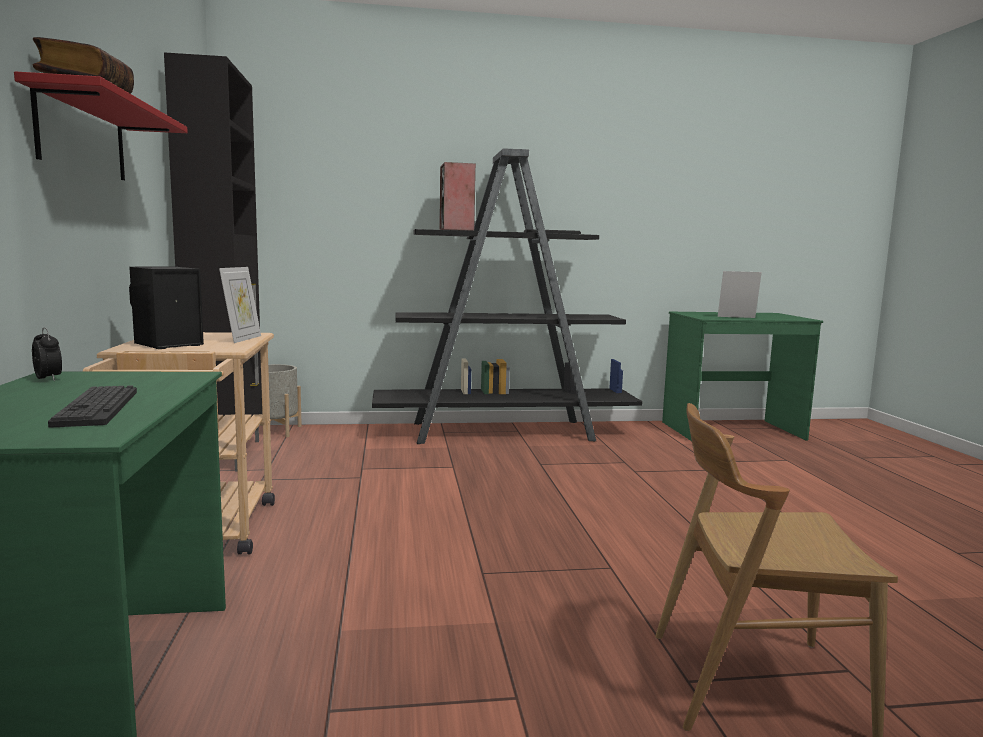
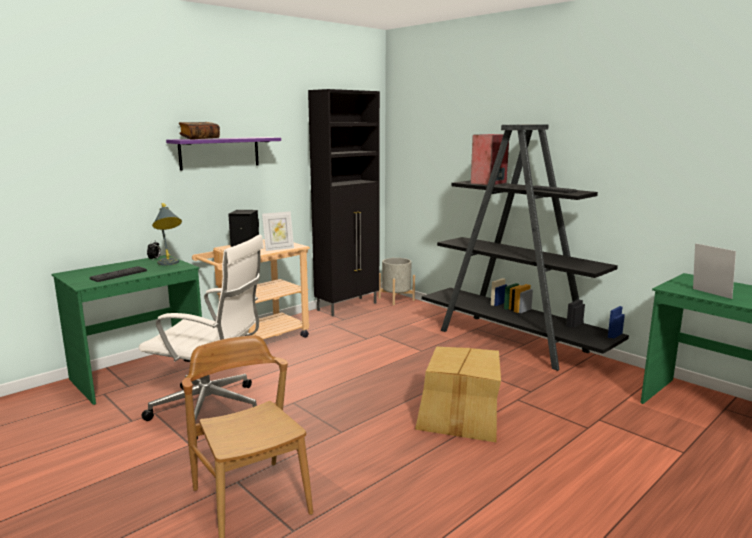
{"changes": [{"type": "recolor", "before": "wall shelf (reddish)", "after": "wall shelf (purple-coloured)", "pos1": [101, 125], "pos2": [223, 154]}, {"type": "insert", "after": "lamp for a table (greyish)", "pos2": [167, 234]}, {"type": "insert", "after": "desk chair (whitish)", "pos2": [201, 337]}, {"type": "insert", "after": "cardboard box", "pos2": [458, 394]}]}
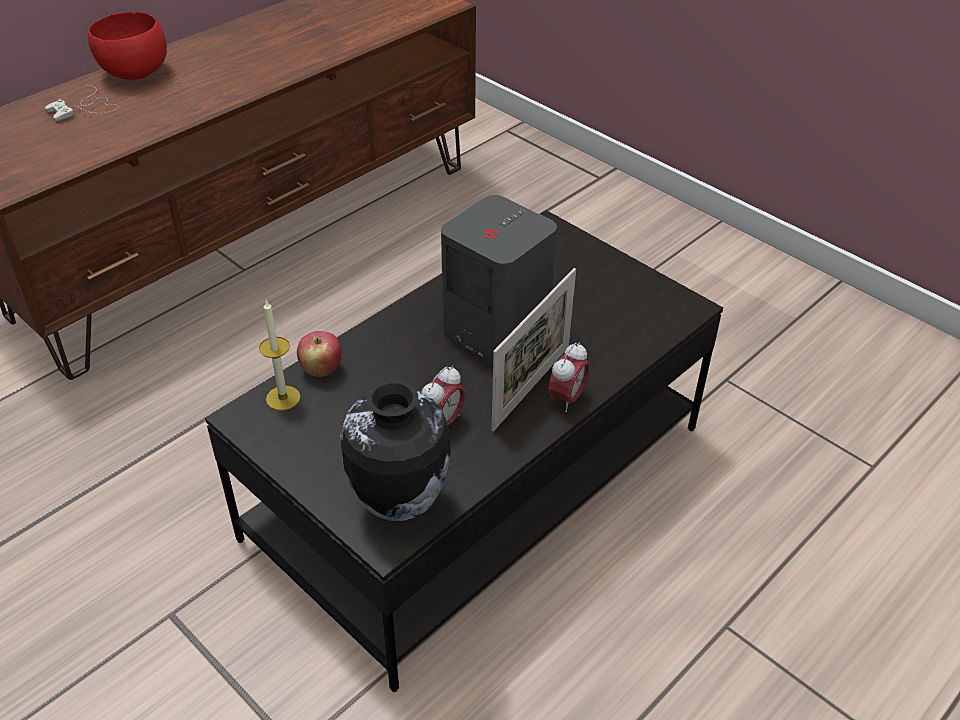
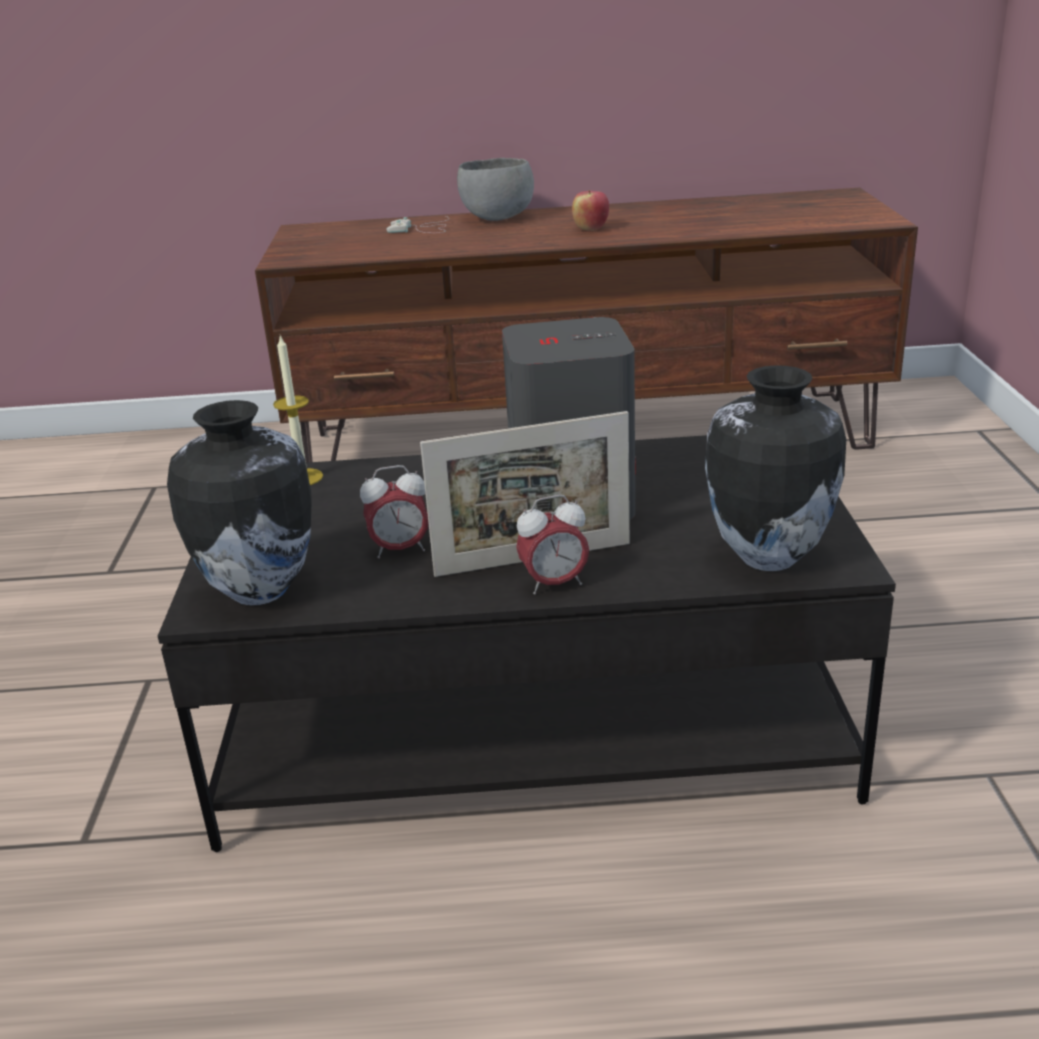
{"changes": [{"type": "recolor", "before": "bowl (reddish)", "after": "bowl (greyish)", "pos1": [127, 46], "pos2": [495, 189]}, {"type": "move", "before": "whole apple", "pos1": [319, 354], "pos2": [590, 210]}, {"type": "insert", "after": "flower vase", "pos2": [775, 468]}]}
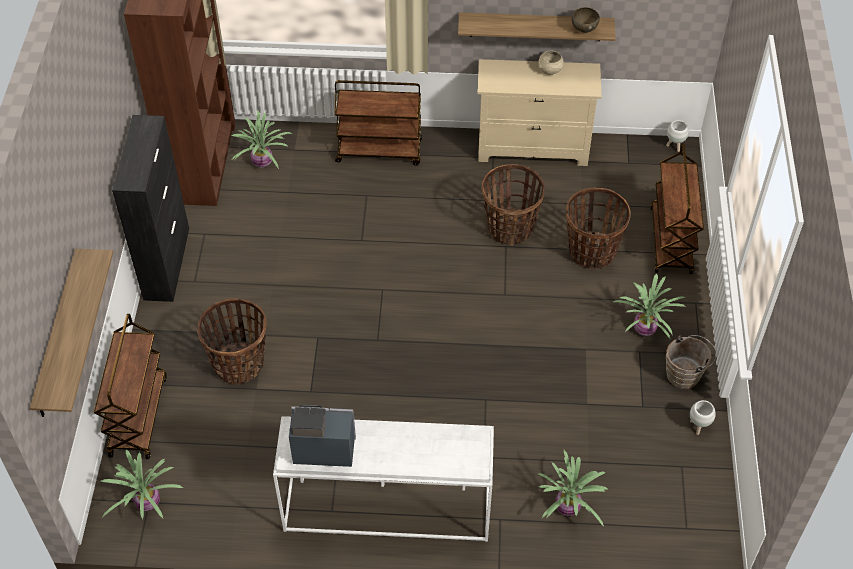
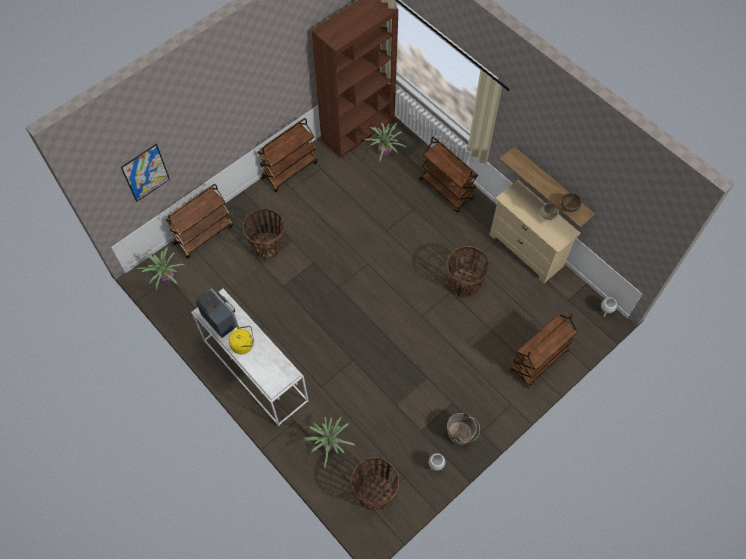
{"changes": [{"type": "replace", "before": "cupboard (blackish)", "after": "wheeled cart (brownish)", "pos1": [150, 208], "pos2": [288, 155]}, {"type": "move", "before": "basket", "pos1": [598, 228], "pos2": [375, 484]}, {"type": "replace", "before": "wall shelf", "after": "wall picture", "pos1": [71, 333], "pos2": [145, 173]}, {"type": "delete", "before": "plant in a pot", "pos1": [649, 307]}, {"type": "insert", "after": "kettle (yellow-coloured)", "pos2": [241, 339]}]}
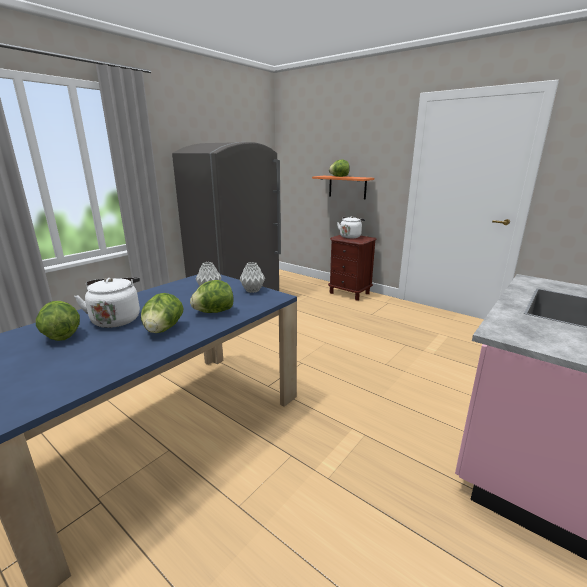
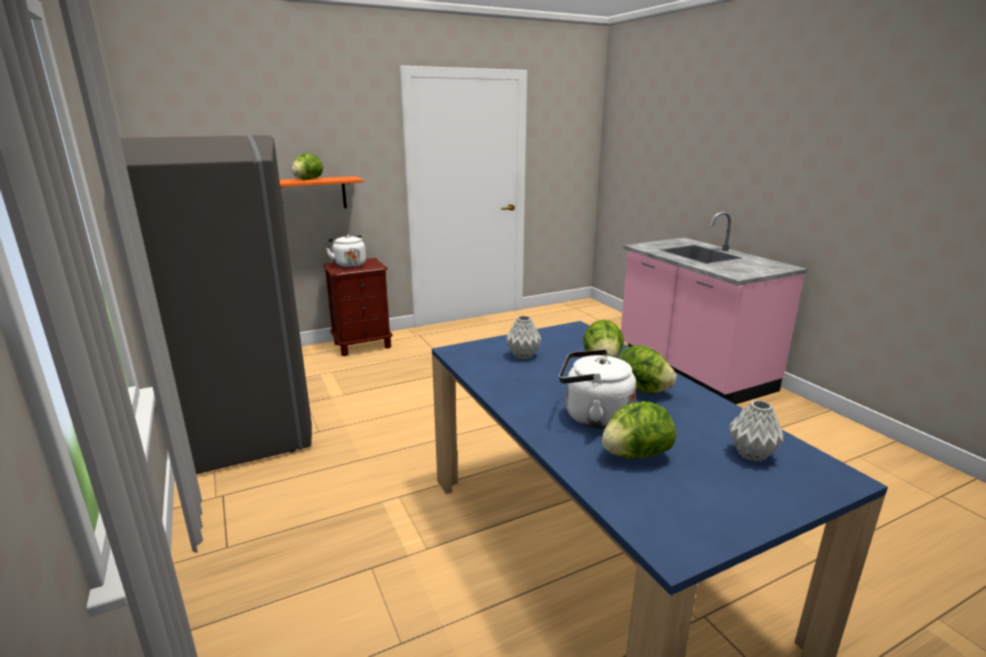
{"changes": [{"type": "move", "before": "flower vase (greyish)", "pos1": [252, 277], "pos2": [756, 431]}]}
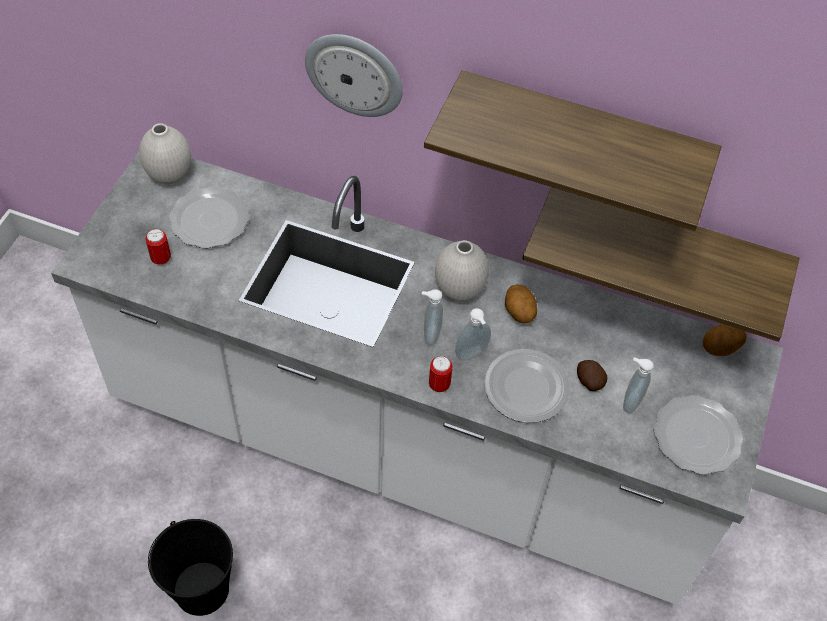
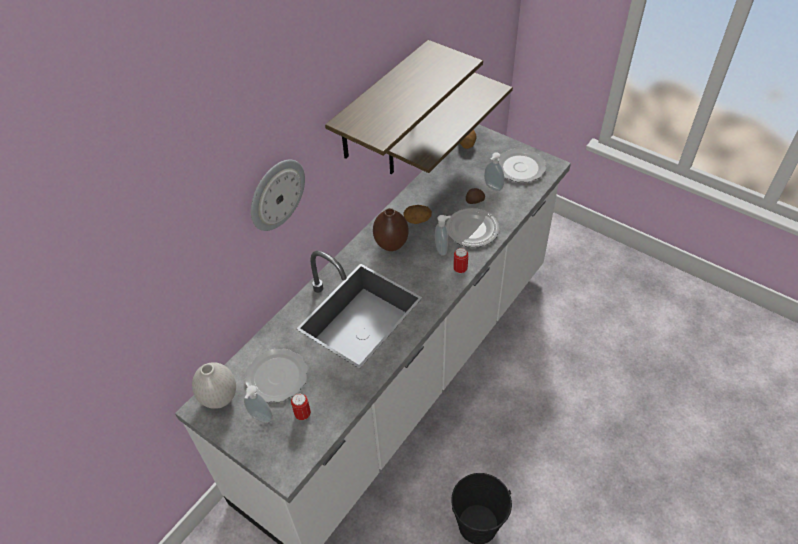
{"changes": [{"type": "recolor", "before": "flower vase (whitish)", "after": "flower vase (brownish)", "pos1": [462, 270], "pos2": [391, 229]}, {"type": "move", "before": "soap bottle", "pos1": [432, 317], "pos2": [258, 404]}]}
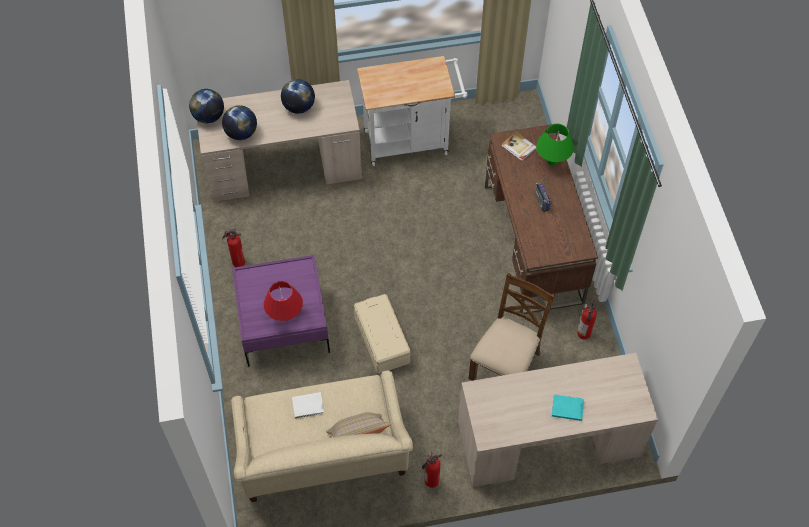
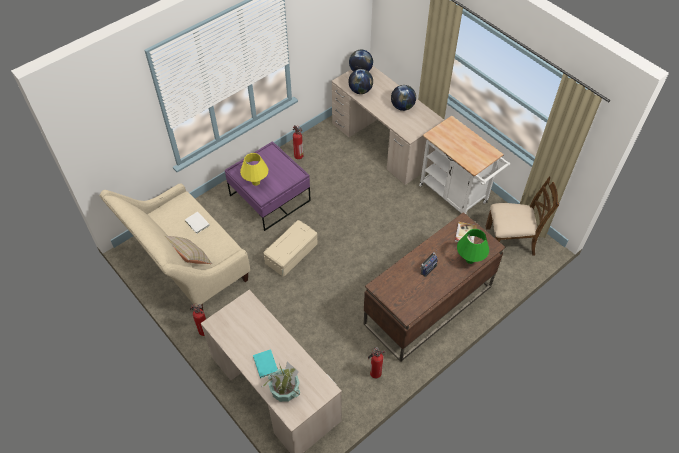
{"changes": [{"type": "move", "before": "upright chair (brownish)", "pos1": [511, 327], "pos2": [522, 215]}, {"type": "recolor", "before": "lamp for a table (reddish)", "after": "lamp for a table (yellow-coloured)", "pos1": [283, 301], "pos2": [254, 169]}, {"type": "insert", "after": "plant in a pot", "pos2": [280, 382]}]}
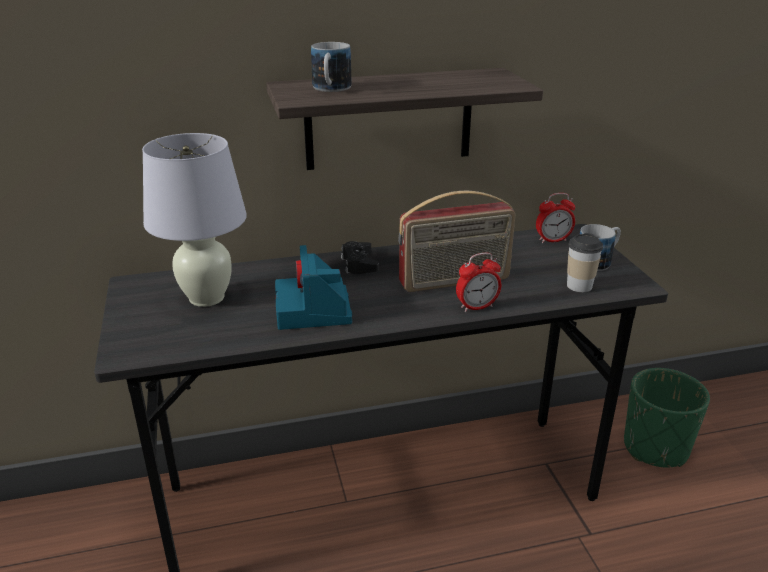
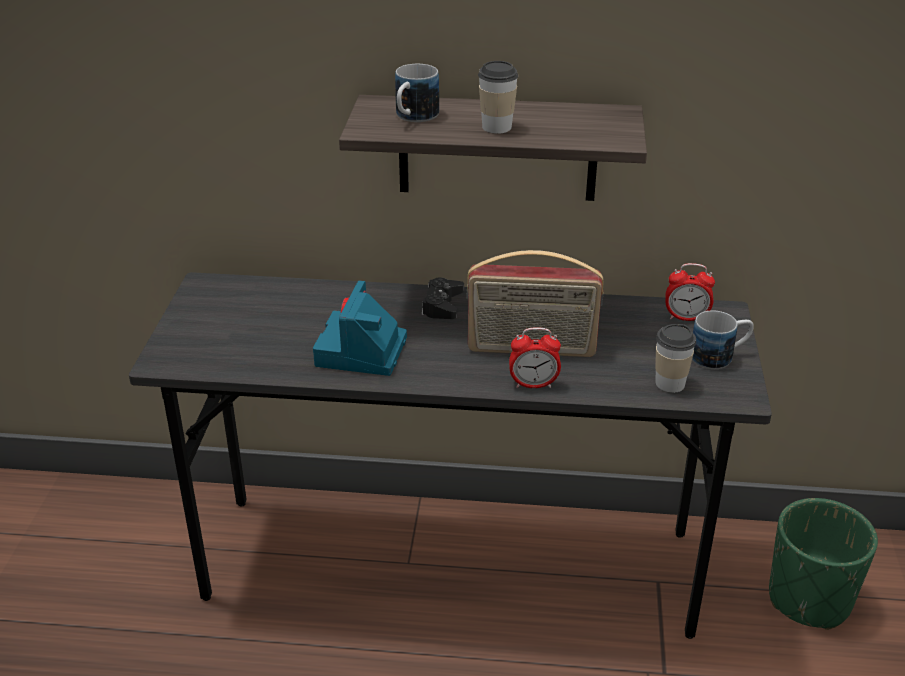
{"changes": [{"type": "delete", "before": "lamp for a table (whitish)", "pos1": [194, 220]}, {"type": "insert", "after": "drinking cup", "pos2": [498, 97]}]}
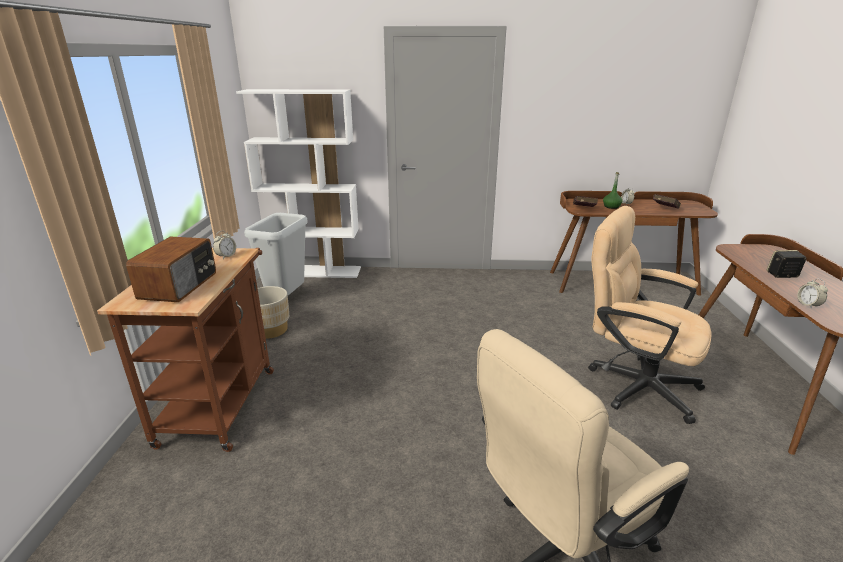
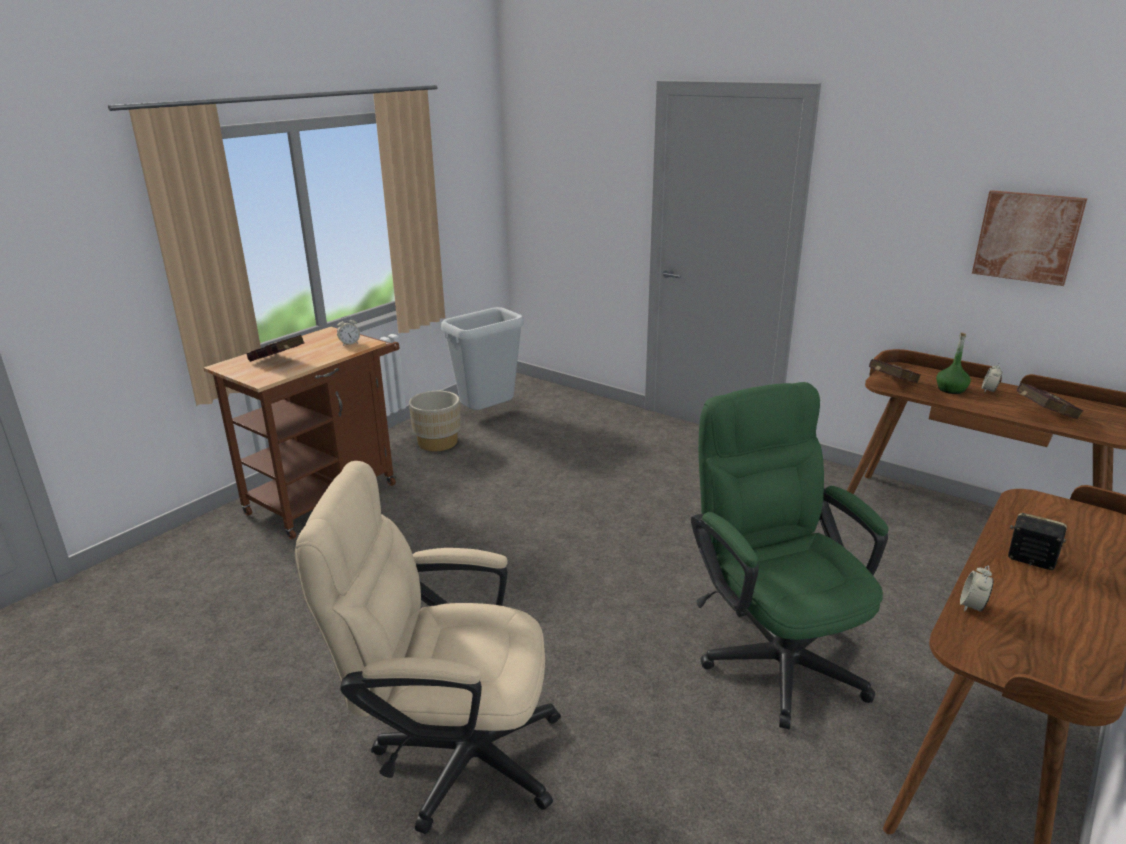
{"changes": [{"type": "delete", "before": "bookshelf (whitish)", "pos1": [298, 183]}, {"type": "recolor", "before": "desk chair (beige-coloured)", "after": "desk chair (green-coloured)", "pos1": [650, 315], "pos2": [790, 555]}, {"type": "replace", "before": "radio", "after": "bound book (reddish)", "pos1": [171, 269], "pos2": [275, 348]}, {"type": "insert", "after": "wall picture", "pos2": [1029, 238]}]}
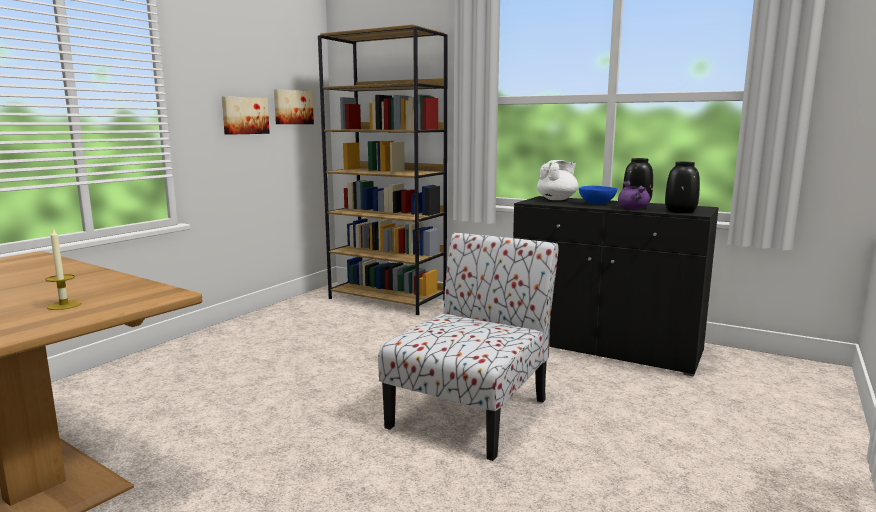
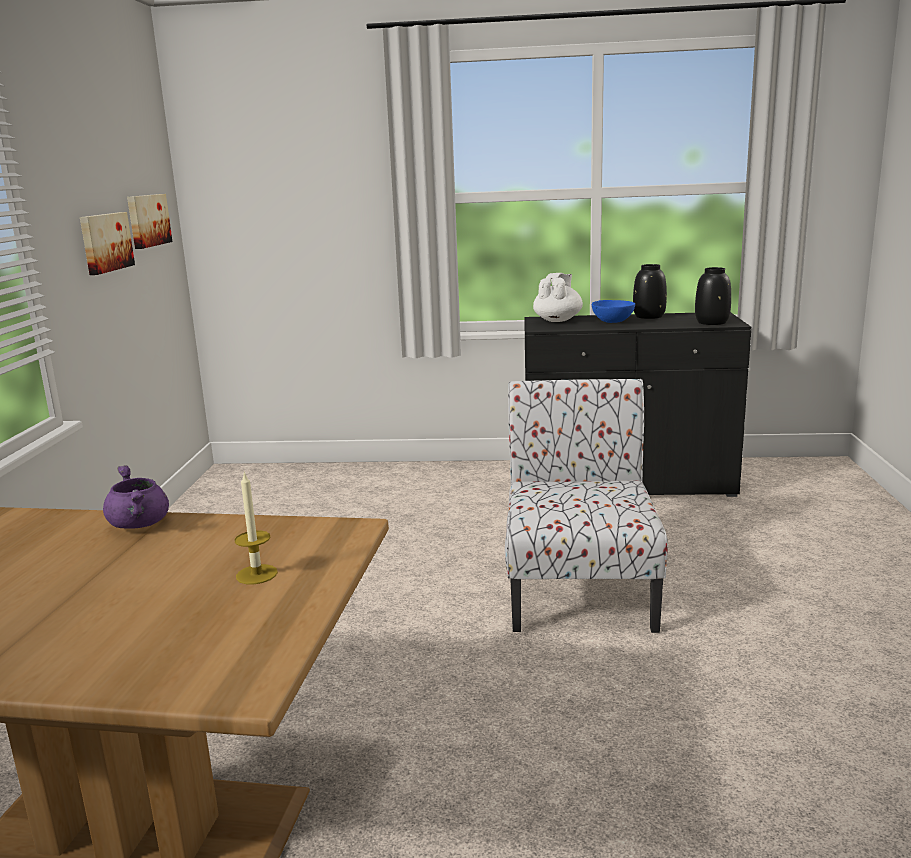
{"changes": [{"type": "delete", "before": "bookshelf (brownish)", "pos1": [383, 170]}, {"type": "move", "before": "cooking pot (purple-coloured)", "pos1": [634, 195], "pos2": [136, 497]}]}
